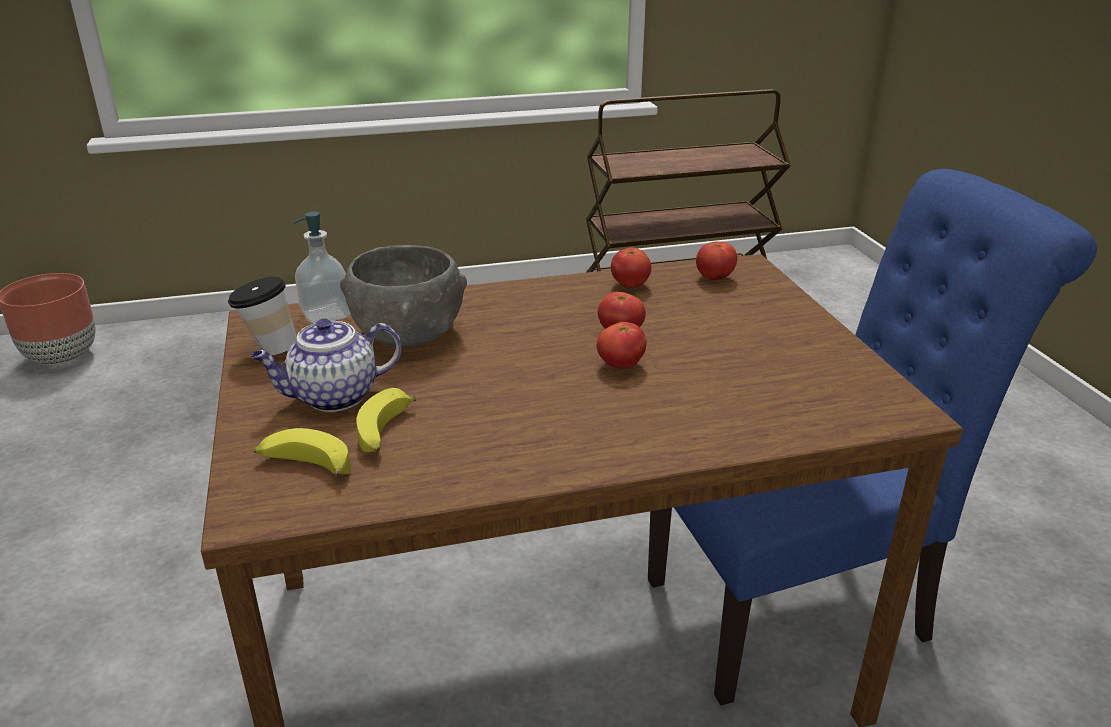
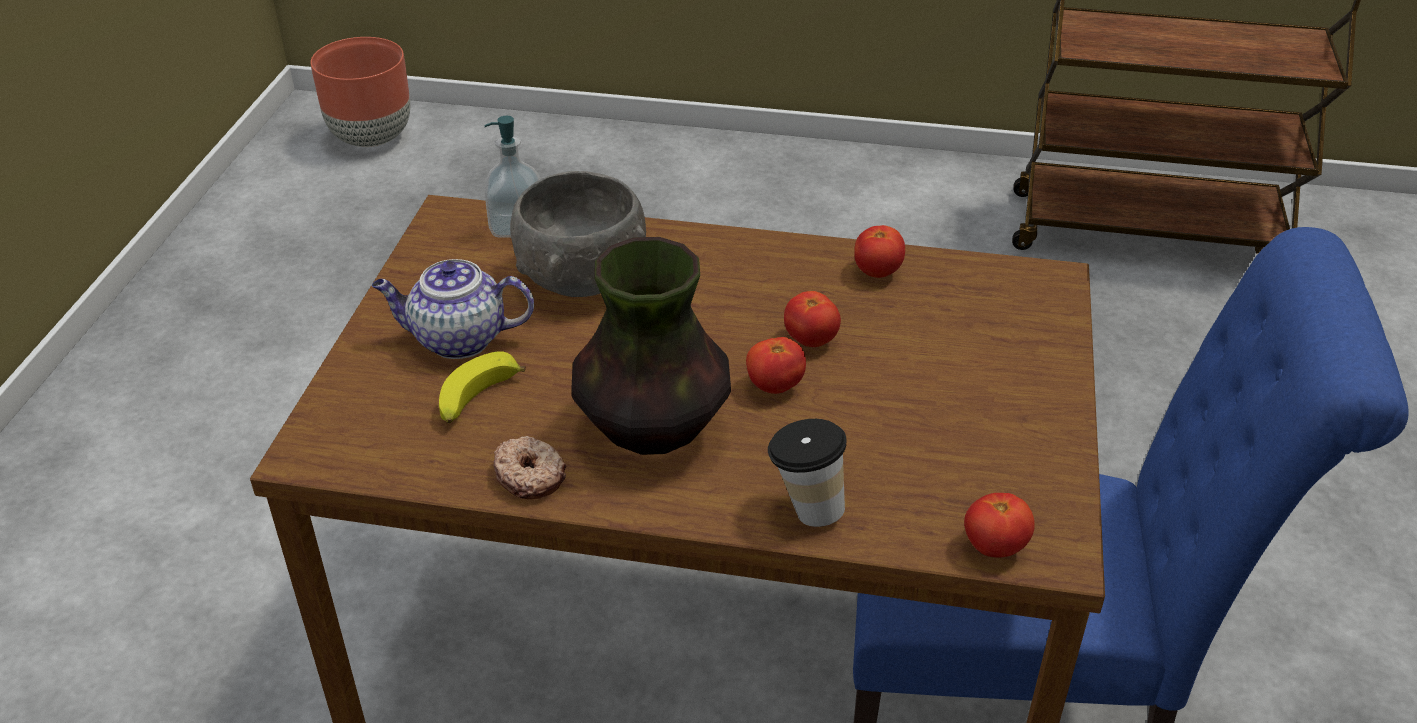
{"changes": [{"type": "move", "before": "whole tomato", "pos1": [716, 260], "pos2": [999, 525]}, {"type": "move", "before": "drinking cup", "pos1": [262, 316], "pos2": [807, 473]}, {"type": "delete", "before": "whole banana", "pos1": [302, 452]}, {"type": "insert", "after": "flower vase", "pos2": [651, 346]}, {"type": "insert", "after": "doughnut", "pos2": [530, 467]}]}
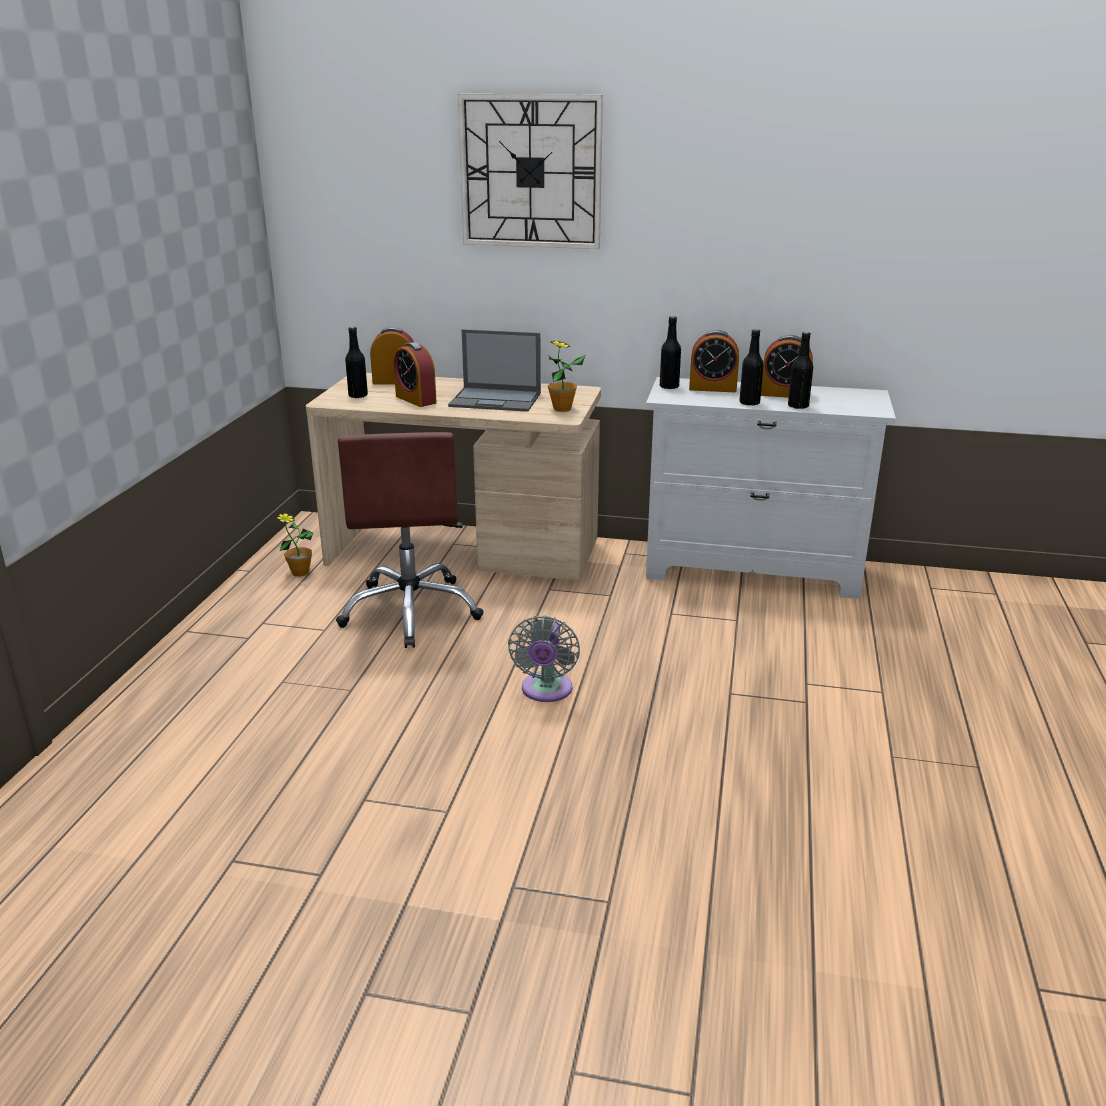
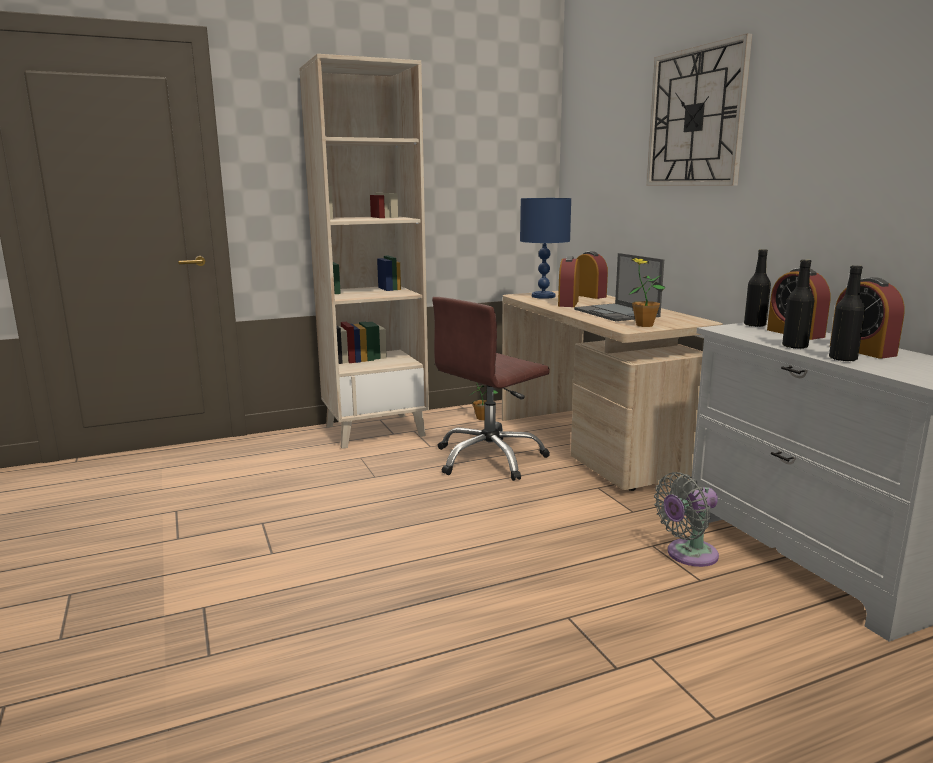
{"changes": [{"type": "replace", "before": "bottle (blackish)", "after": "lamp for a table (bluish)", "pos1": [356, 362], "pos2": [545, 248]}, {"type": "move", "before": "fan (greyish)", "pos1": [544, 658], "pos2": [686, 519]}, {"type": "insert", "after": "bookshelf (beige-coloured)", "pos2": [364, 251]}]}
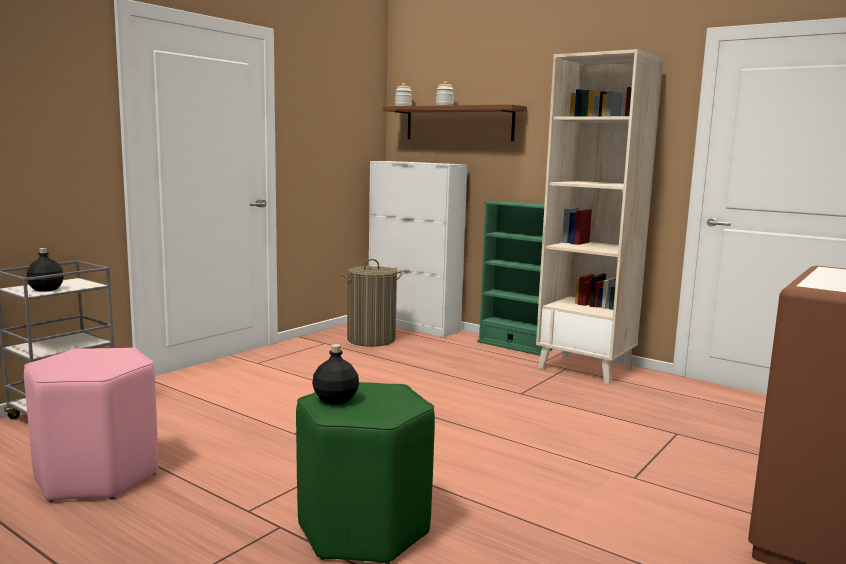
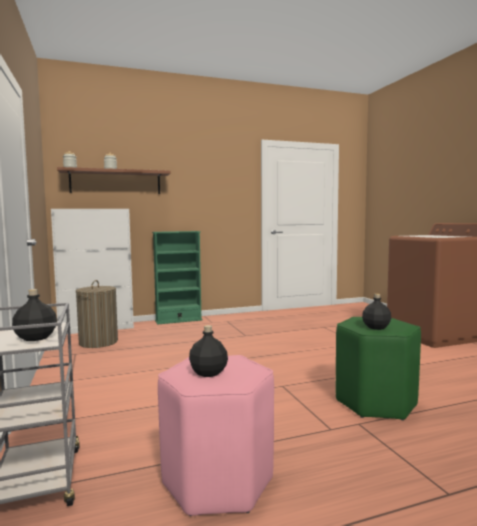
{"changes": [{"type": "delete", "before": "bookshelf (beige-coloured)", "pos1": [599, 216]}, {"type": "insert", "after": "bottle (blackish)", "pos2": [208, 351]}]}
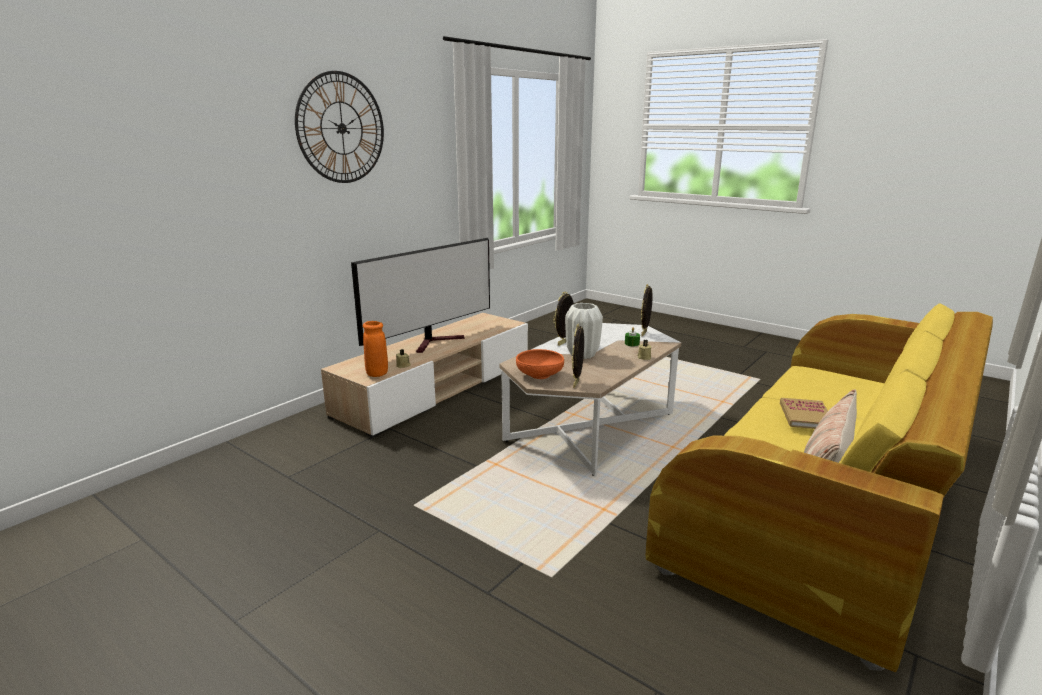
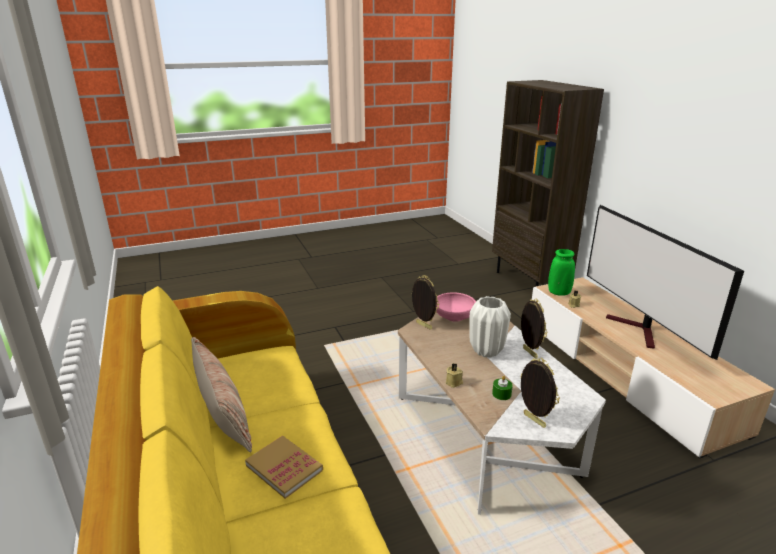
{"changes": [{"type": "delete", "before": "hanging clock", "pos1": [339, 127]}, {"type": "recolor", "before": "flower vase (orange)", "after": "flower vase (green-coloured)", "pos1": [375, 349], "pos2": [561, 272]}, {"type": "recolor", "before": "bowl (orange)", "after": "bowl (pink-coloured)", "pos1": [540, 364], "pos2": [456, 307]}, {"type": "insert", "after": "bookshelf (brownish)", "pos2": [548, 183]}]}
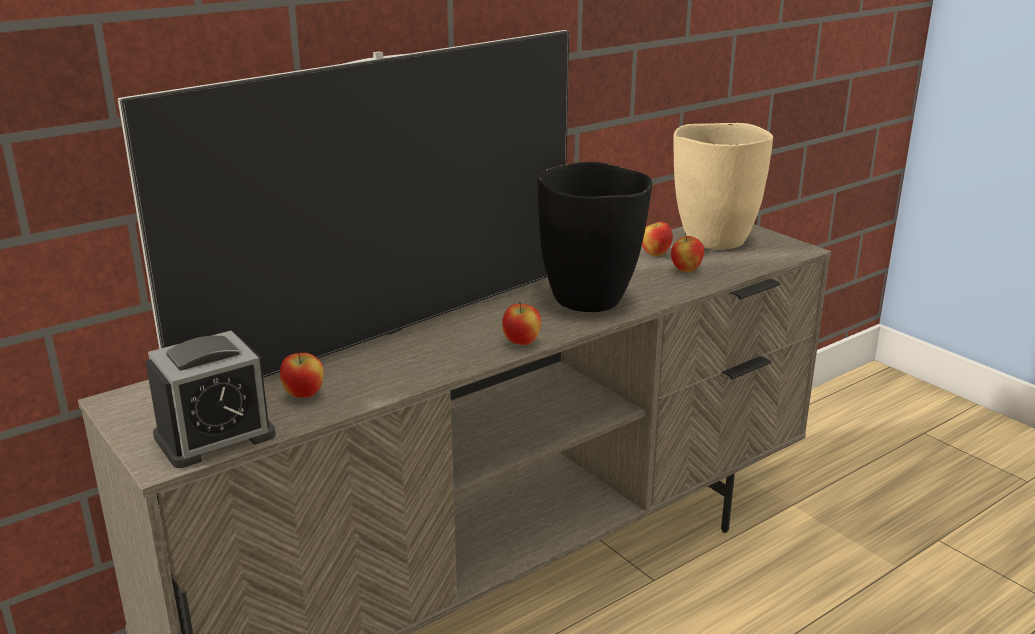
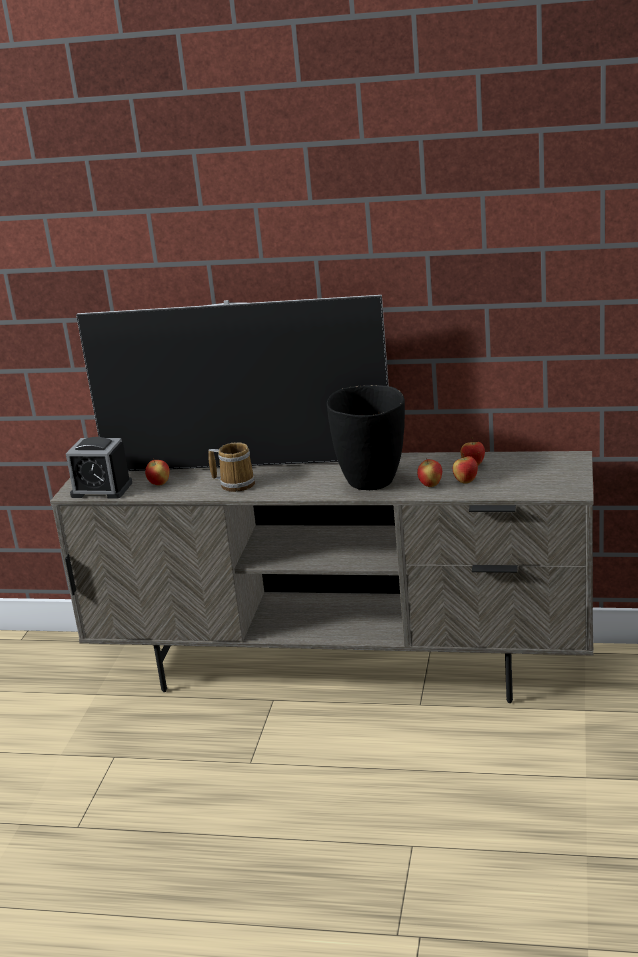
{"changes": [{"type": "delete", "before": "flower vase (beige-coloured)", "pos1": [723, 186]}, {"type": "move", "before": "whole apple", "pos1": [521, 323], "pos2": [429, 472]}, {"type": "insert", "after": "tea mug", "pos2": [231, 467]}]}
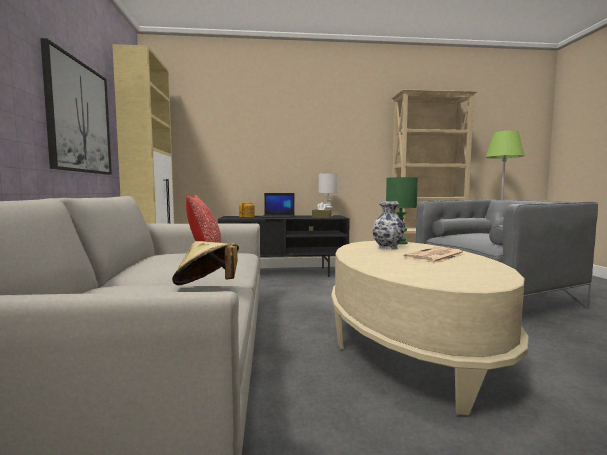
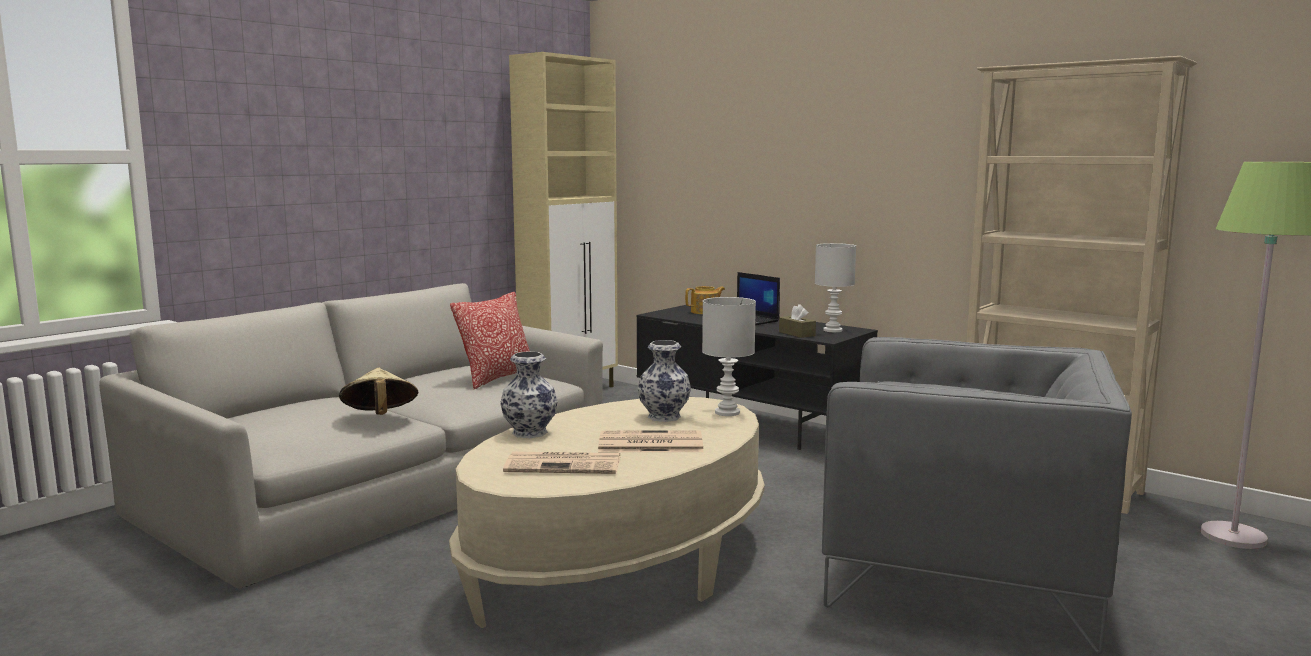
{"changes": [{"type": "delete", "before": "wall picture", "pos1": [76, 106]}, {"type": "recolor", "before": "lamp for a table (green-coloured)", "after": "lamp for a table (whitish)", "pos1": [402, 210], "pos2": [729, 356]}, {"type": "insert", "after": "flower vase", "pos2": [529, 394]}, {"type": "insert", "after": "daily paper", "pos2": [562, 463]}]}
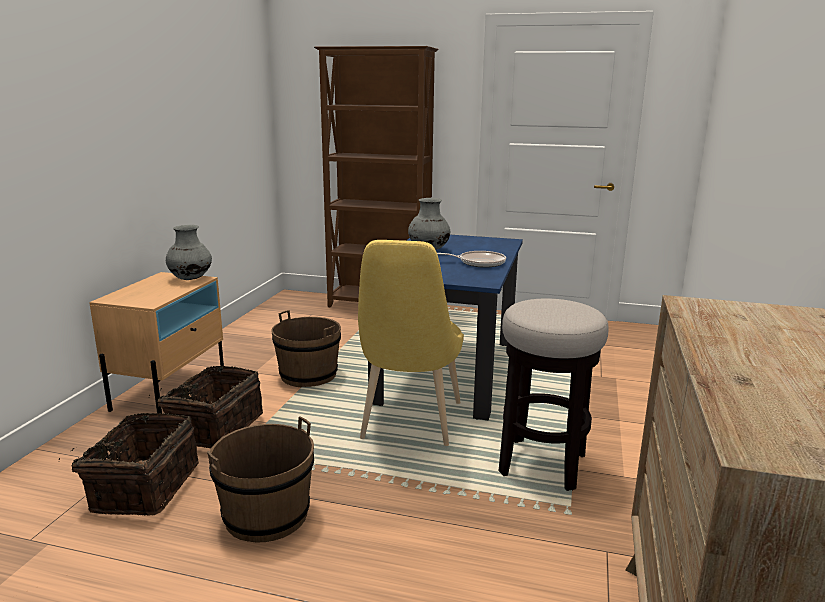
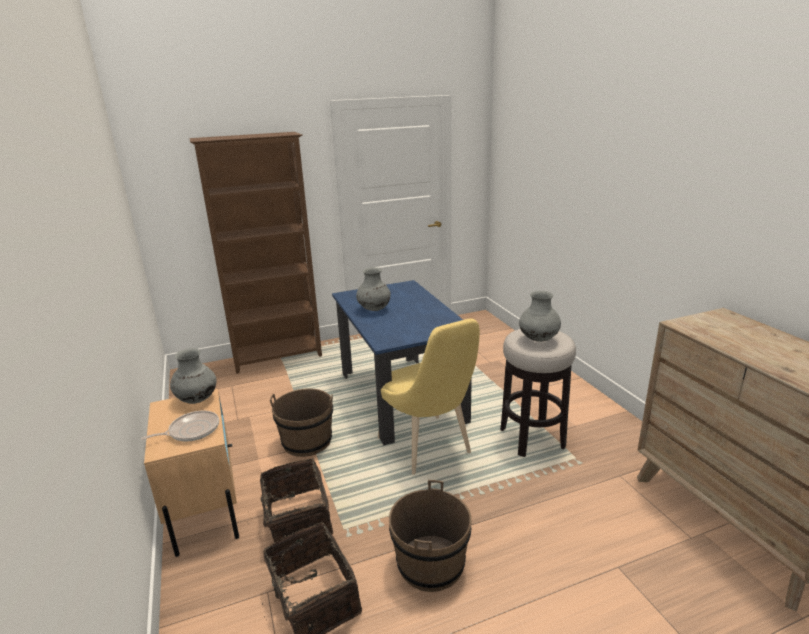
{"changes": [{"type": "move", "before": "pan", "pos1": [471, 259], "pos2": [180, 426]}, {"type": "insert", "after": "flower vase (greyish)", "pos2": [540, 316]}]}
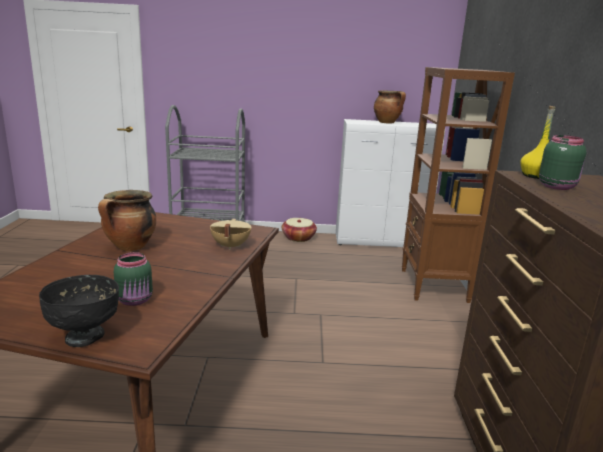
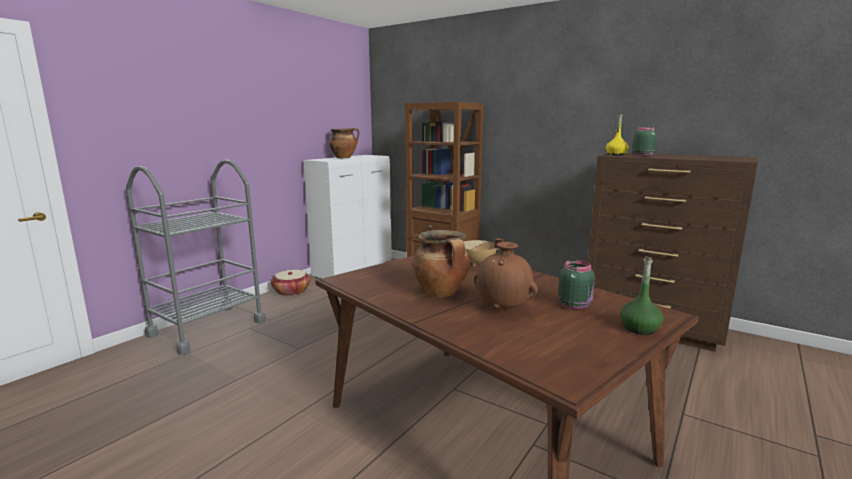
{"changes": [{"type": "replace", "before": "bowl (blackish)", "after": "bottle (green-coloured)", "pos1": [79, 311], "pos2": [641, 296]}, {"type": "insert", "after": "flower vase (brownish)", "pos2": [506, 276]}]}
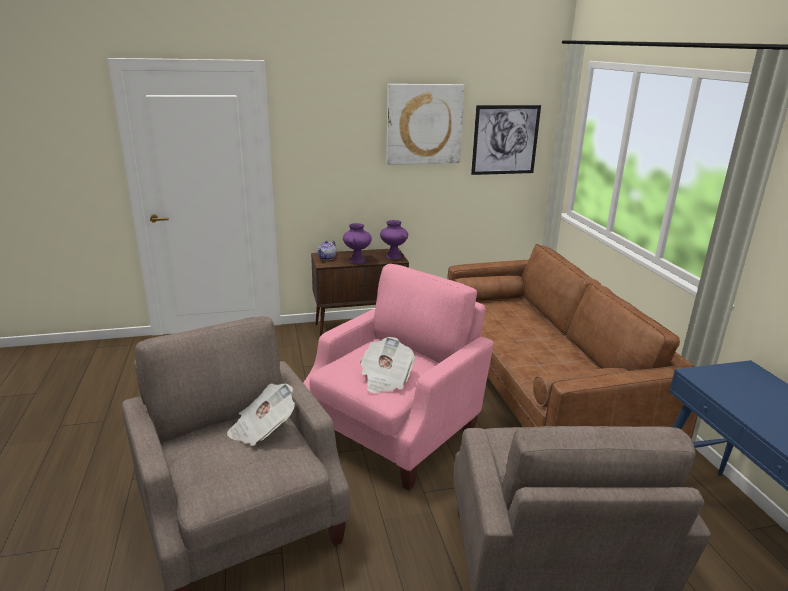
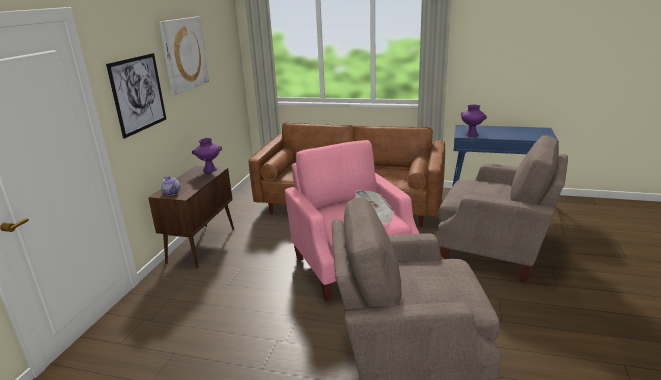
{"changes": [{"type": "move", "before": "wall picture", "pos1": [506, 140], "pos2": [136, 96]}, {"type": "move", "before": "flower vase (purple-coloured)", "pos1": [357, 243], "pos2": [474, 121]}, {"type": "delete", "before": "daily paper", "pos1": [261, 414]}]}
